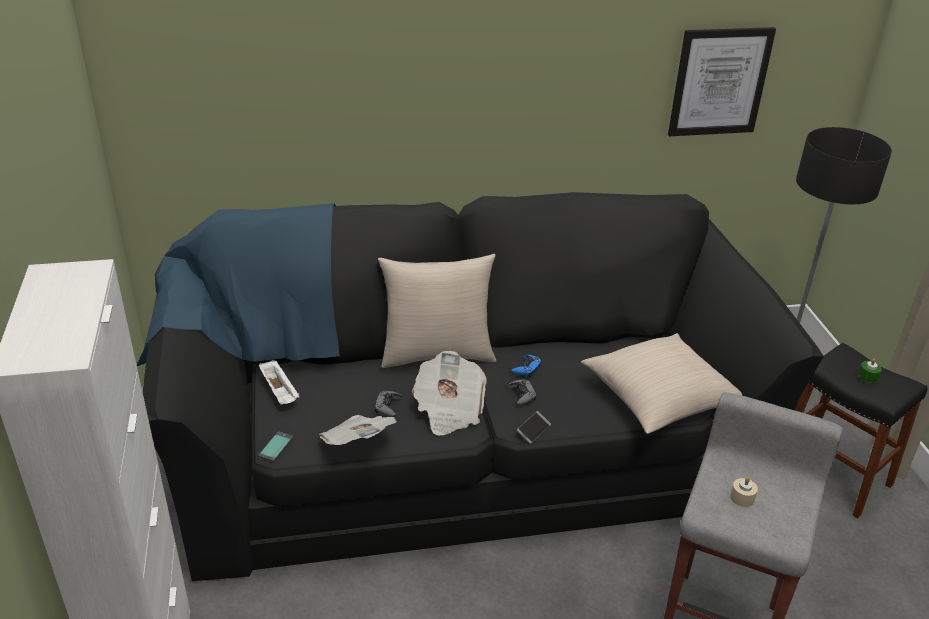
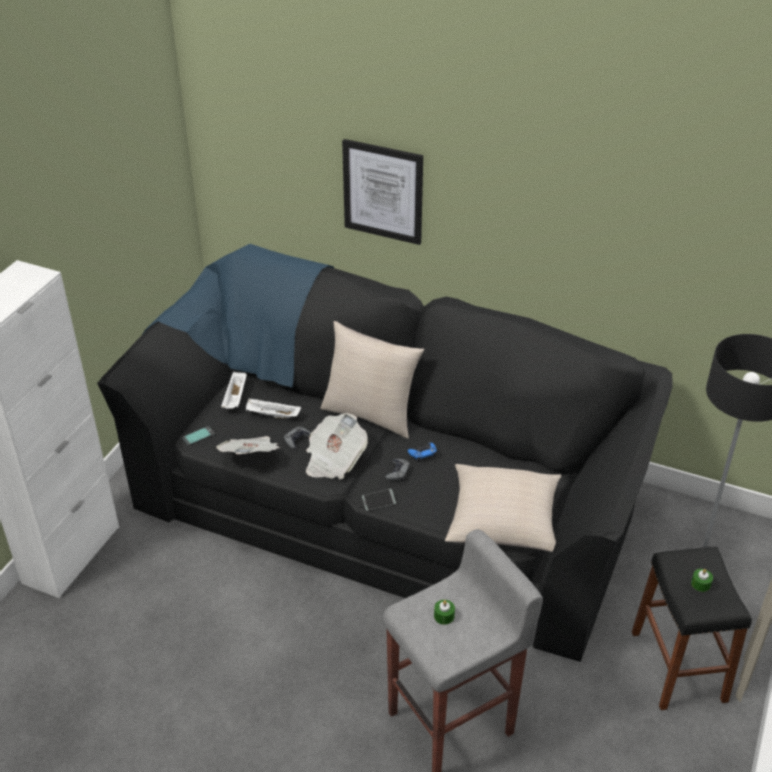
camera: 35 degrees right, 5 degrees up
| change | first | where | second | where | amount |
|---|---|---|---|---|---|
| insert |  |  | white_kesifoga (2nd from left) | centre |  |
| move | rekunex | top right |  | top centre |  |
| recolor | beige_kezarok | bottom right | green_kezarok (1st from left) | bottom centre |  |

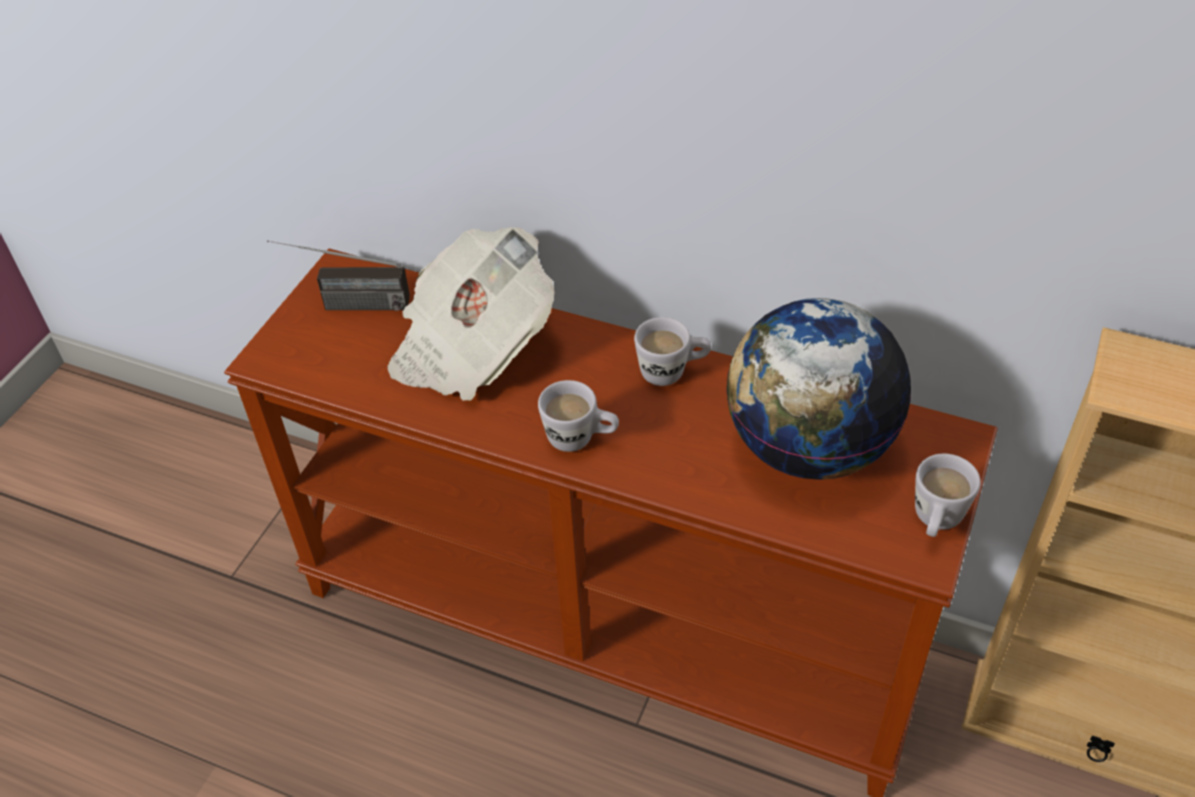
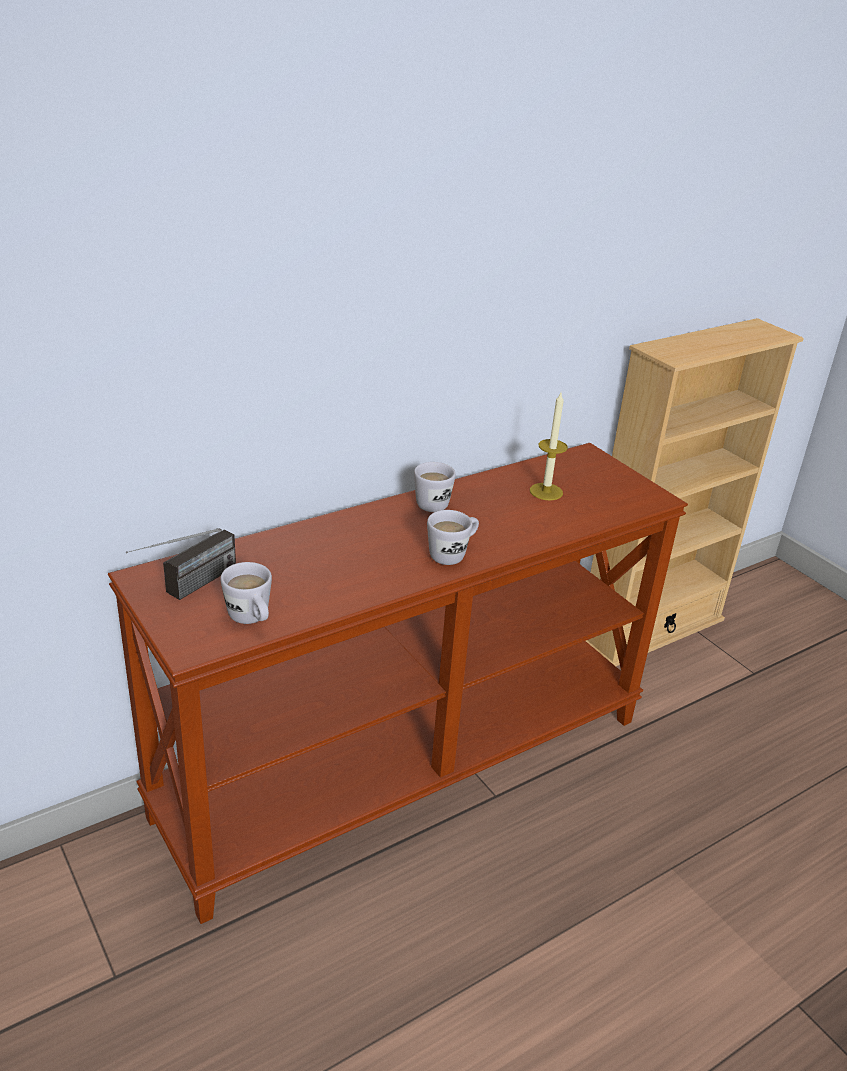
camera: 60 degrees left, 15 degrees down
| change | first | where | second | where | amount |
|---|---|---|---|---|---|
| delete | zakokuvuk | centre |  |  |  |
| move | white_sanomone (3rd from left in the first image) | middle right | white_sanomone (1st from left) | middle left |  |
| replace | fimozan | middle right | kezarok | centre |  |

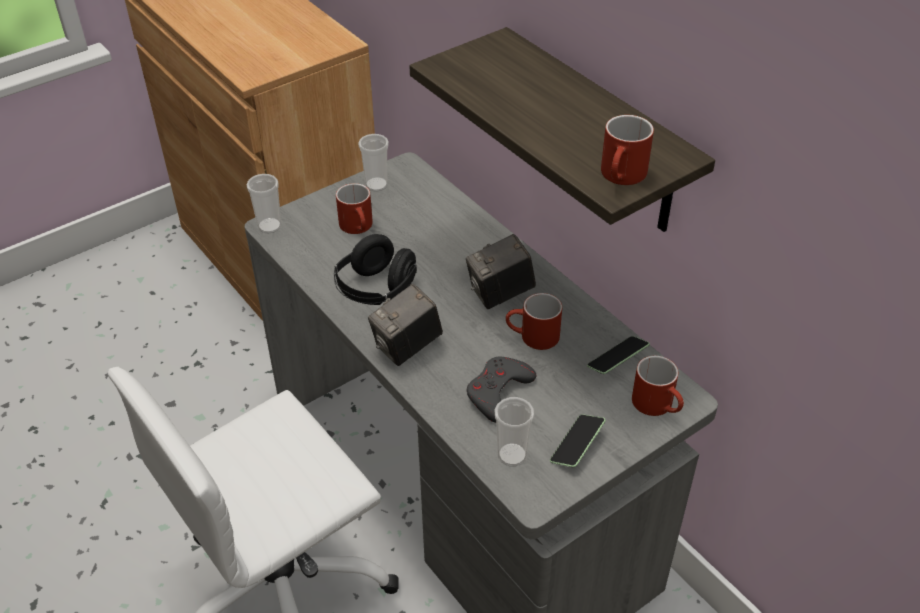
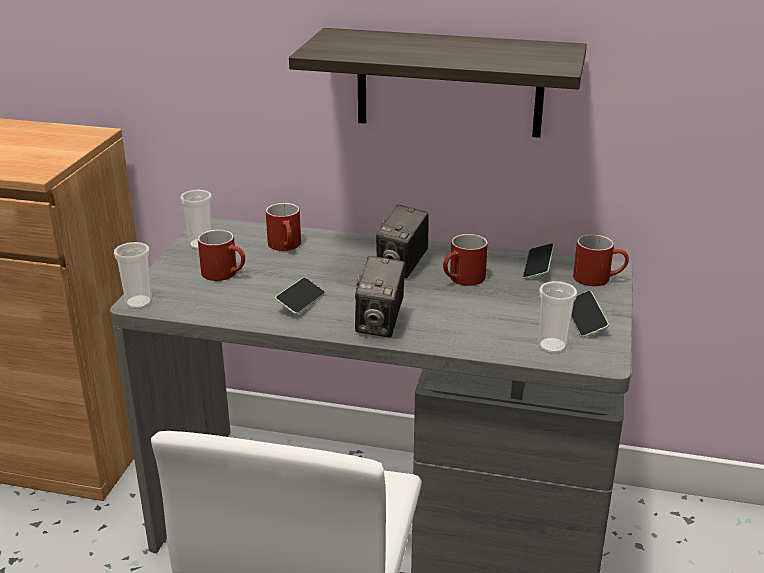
camera: 40 degrees left, 15 degrees down
| change | first | where | second | where | amount |
|---|---|---|---|---|---|
| delete | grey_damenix | centre |  |  |  |
| move | red_sanomone (3rd from left in the first image) | top right | red_sanomone (2nd from left) | centre |  |
| replace | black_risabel | centre | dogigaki (1st from left) | centre |  |

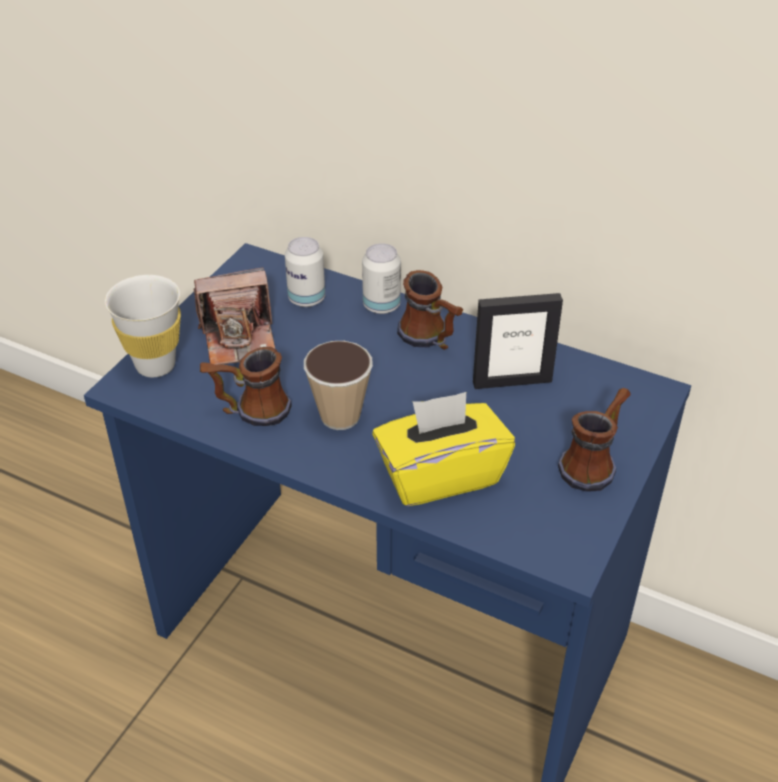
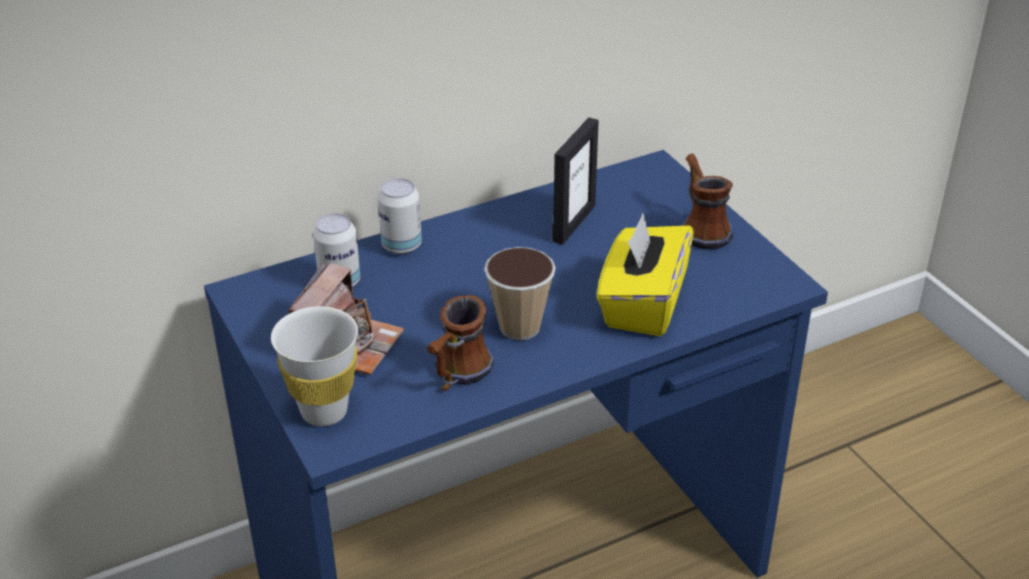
camera: 55 degrees left, 5 degrees down
| change | first | where | second | where | amount |
|---|---|---|---|---|---|
| delete | sanomone (2nd from left) | centre |  |  |  |

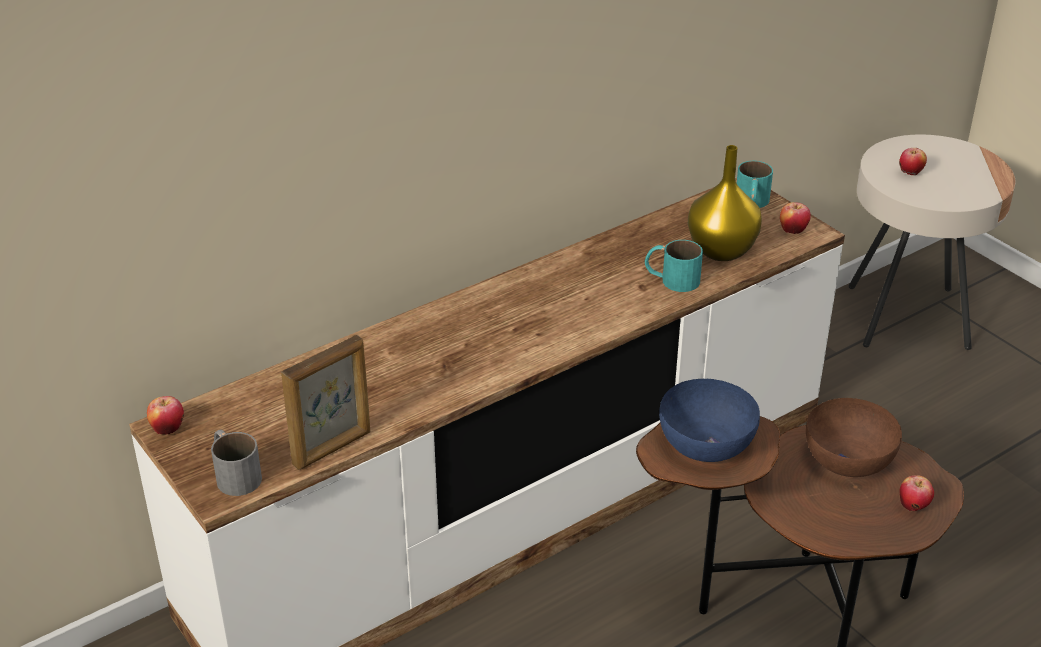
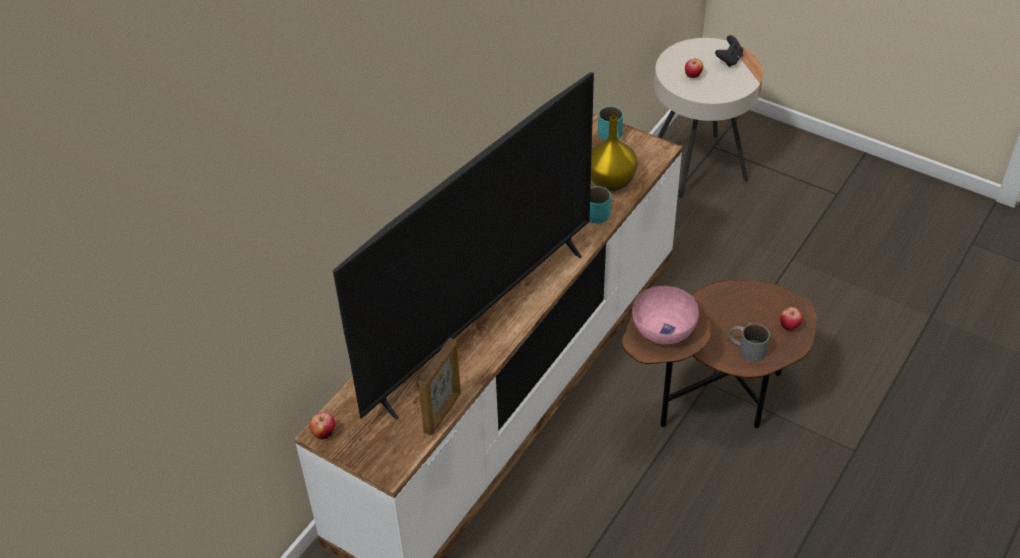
camera: 20 degrees left, 10 degrees up
| change | first | where | second | where | amount |
|---|---|---|---|---|---|
| delete | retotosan (2nd from left) | middle right |  |  |  |
| delete | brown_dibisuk | bottom right |  |  |  |
| insert |  |  | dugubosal | centre |  |
| insert |  |  | black_damenix | top right |  |
| move | grey_sanomone | bottom left |  | middle right |  |
| recolor | blue_dibisuk | middle right | pink_dibisuk | centre |  |

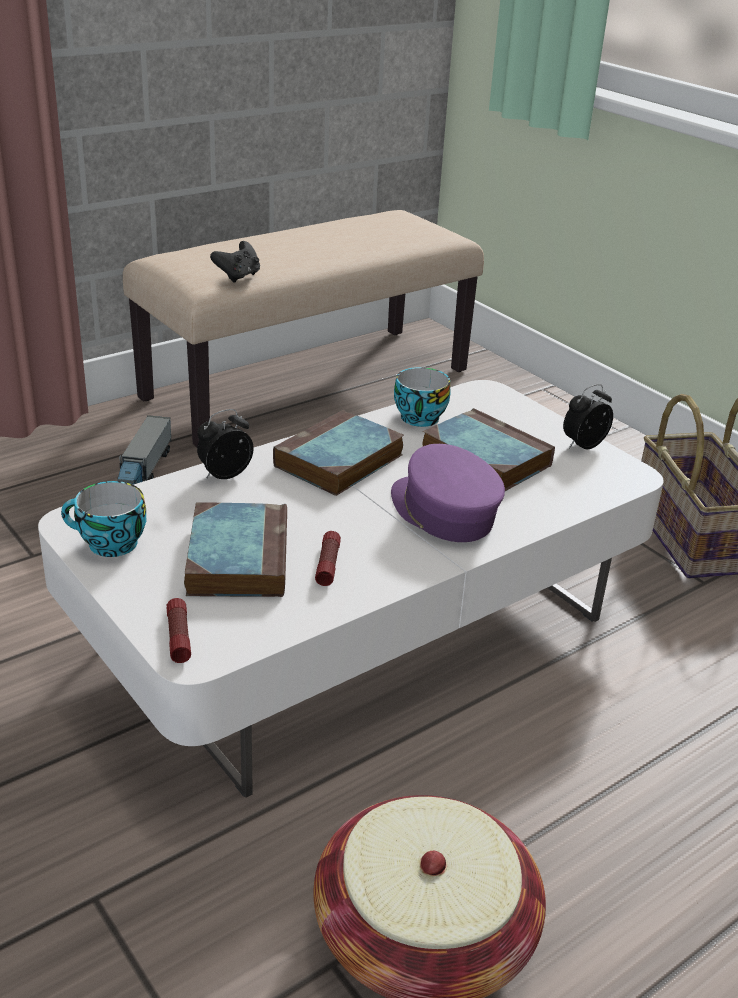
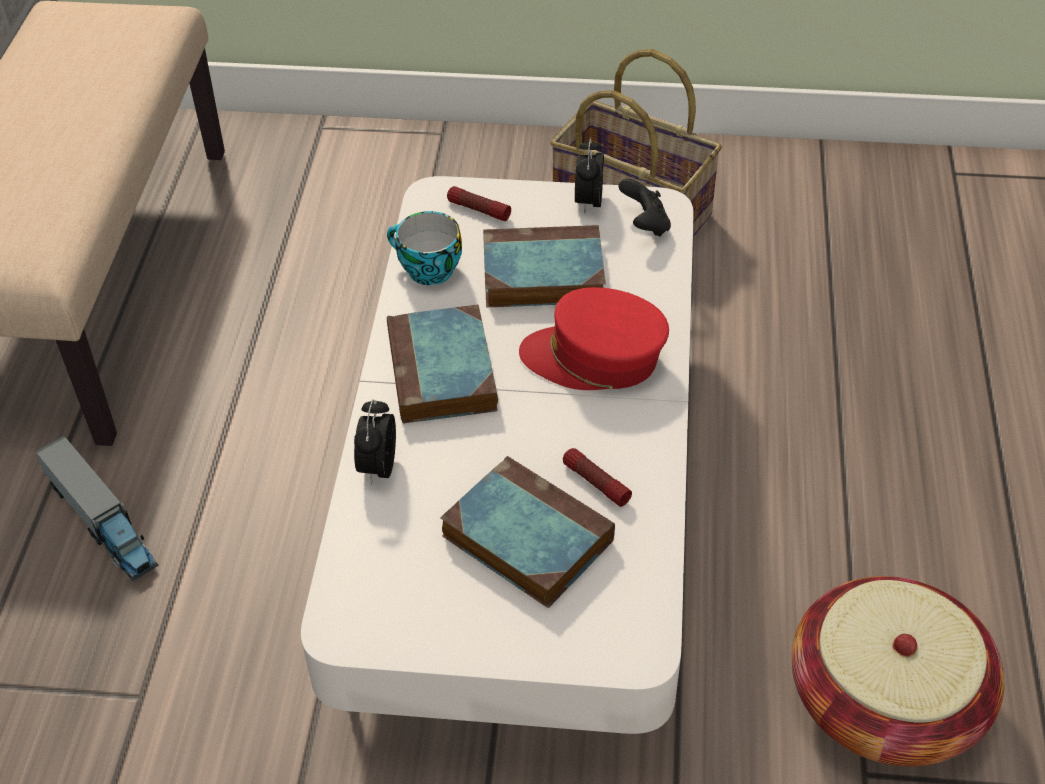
camera: 45 degrees left, 15 degrees up
| change | first | where | second | where | amount |
|---|---|---|---|---|---|
| delete | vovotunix (1st from left) | middle left |  |  |  |
| move | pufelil (1st from left) | middle left |  | top centre |  |
| move | black_damenix | top left |  | top centre |  |
| recolor | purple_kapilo | centre | red_kapilo | centre |  |

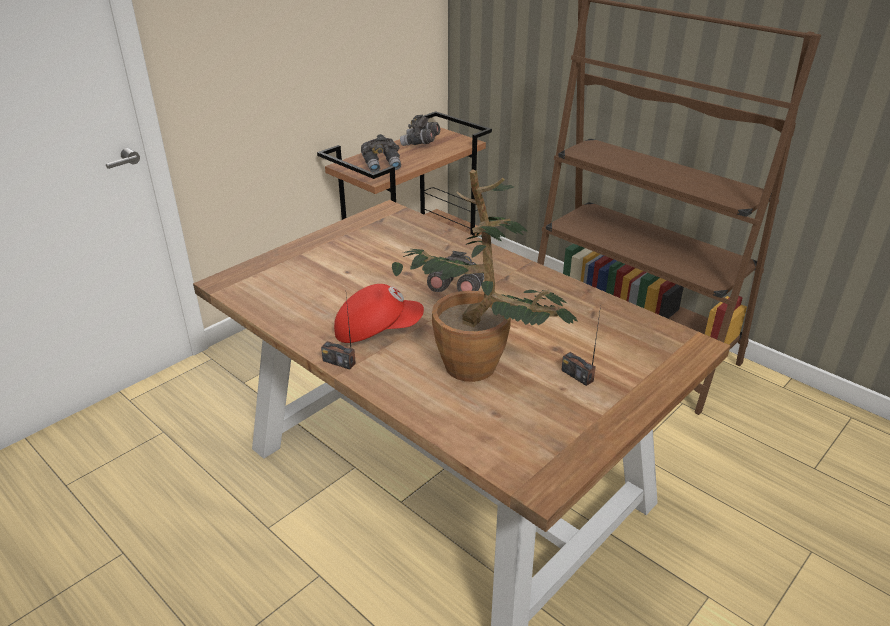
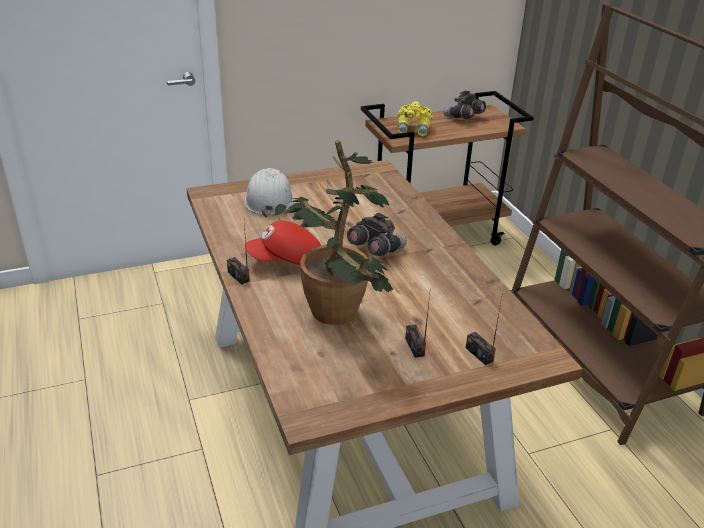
camera: 25 degrees right, 0 degrees up
| change | first | where | second | where | amount |
|---|---|---|---|---|---|
| insert |  |  | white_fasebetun | centre |  |
| insert |  |  | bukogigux (3rd from left) | middle right |  |
| recolor | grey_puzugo (1st from left) | top centre | yellow_puzugo | top centre |  |
| rotate | red_kapilo | centre |  | centre | 150 degrees clockwise |

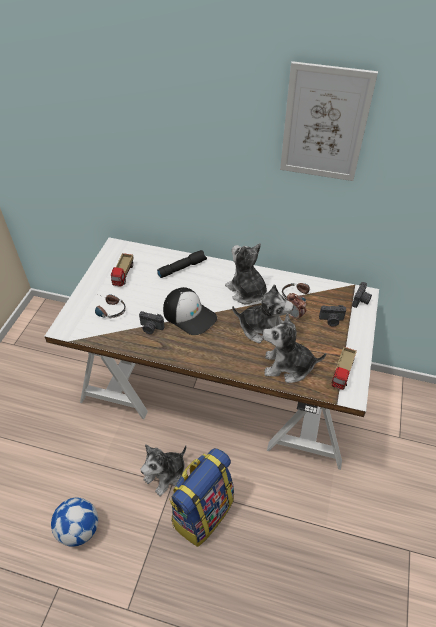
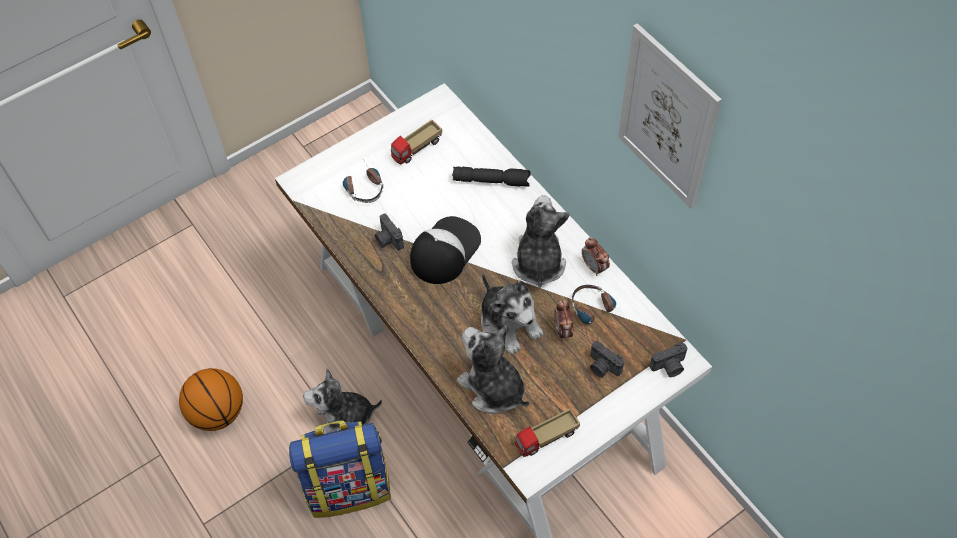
camera: 40 degrees right, 10 degrees up
| change | first | where | second | where | amount |
|---|---|---|---|---|---|
| insert |  |  | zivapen (2nd from left) | centre |  |
| replace | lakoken | bottom left | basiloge | bottom left |  |
| rotate | kapilo | centre |  | centre | 135 degrees counterclockwise |

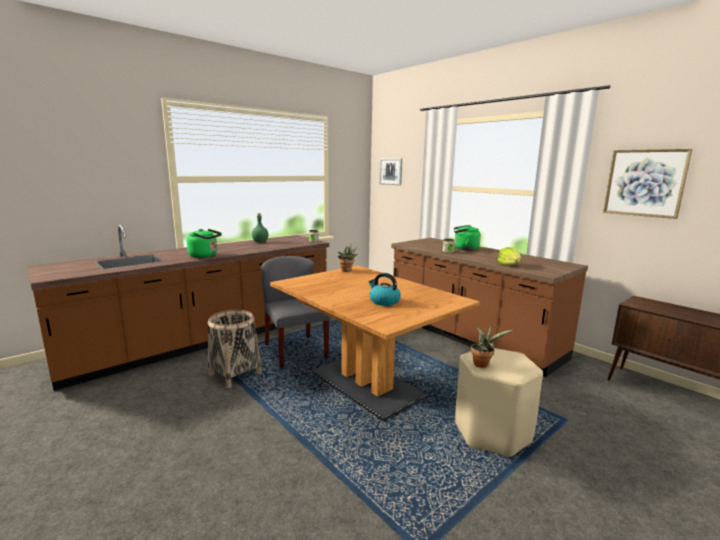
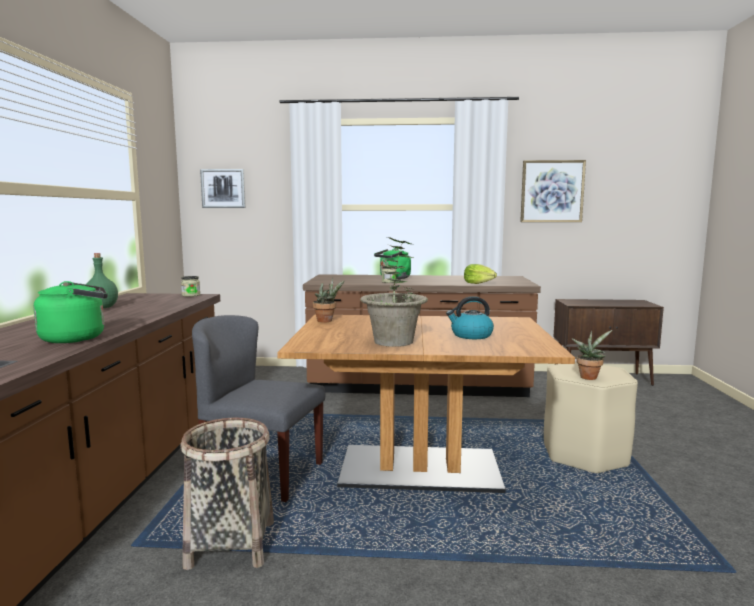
camera: 45 degrees left, 5 degrees down
| change | first | where | second | where | amount |
|---|---|---|---|---|---|
| insert |  |  | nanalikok (2nd from left) | centre |  |

